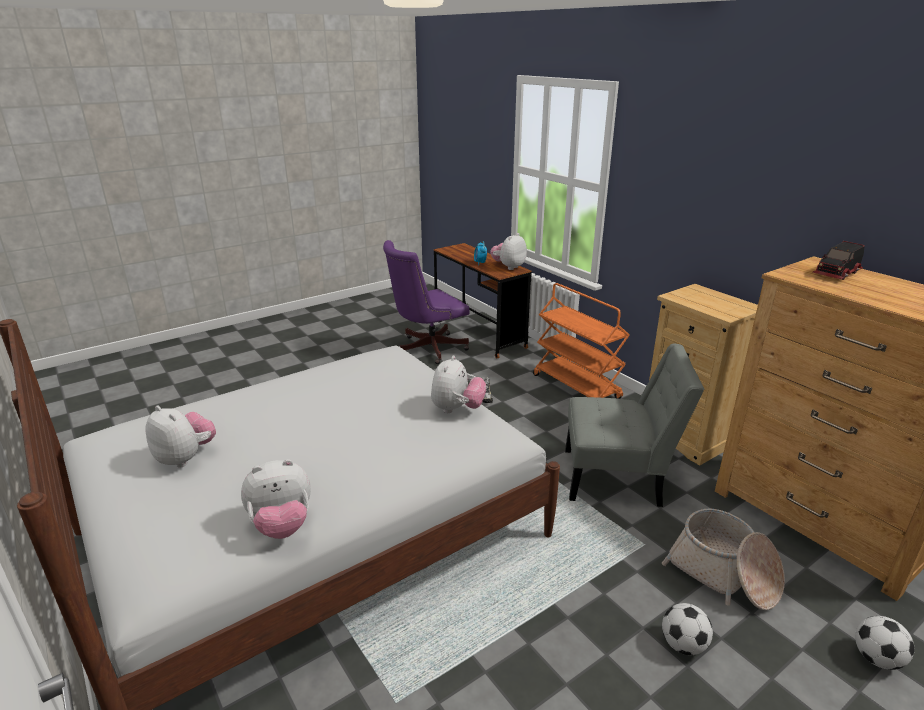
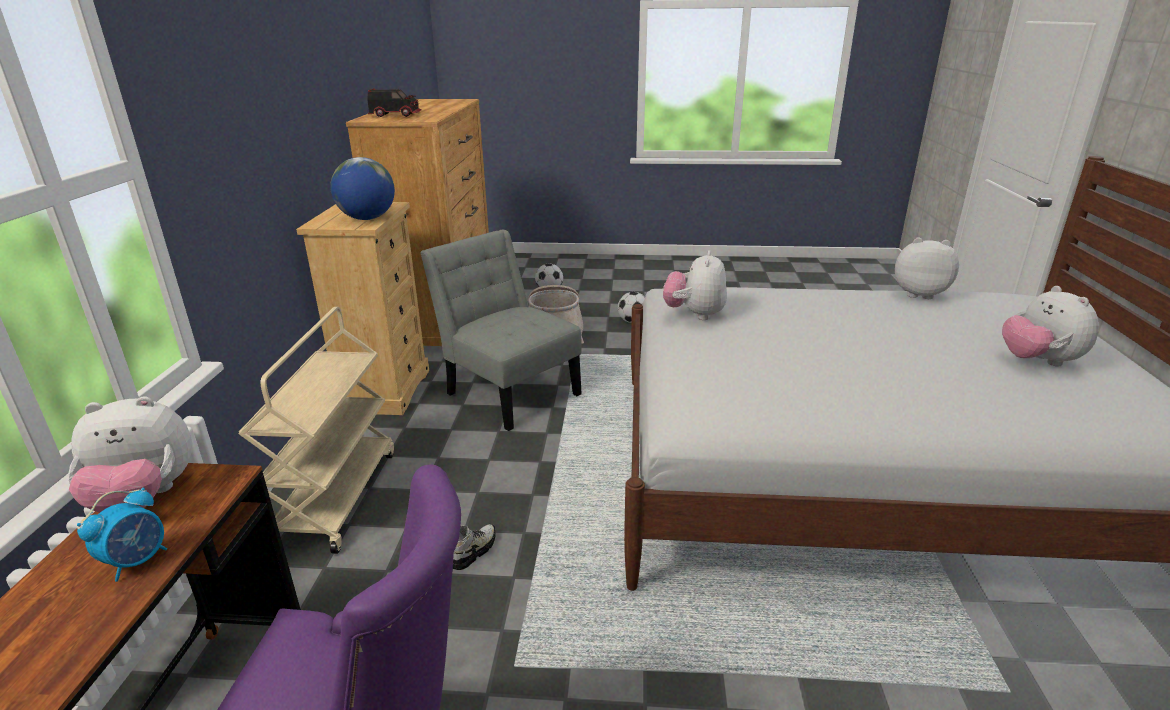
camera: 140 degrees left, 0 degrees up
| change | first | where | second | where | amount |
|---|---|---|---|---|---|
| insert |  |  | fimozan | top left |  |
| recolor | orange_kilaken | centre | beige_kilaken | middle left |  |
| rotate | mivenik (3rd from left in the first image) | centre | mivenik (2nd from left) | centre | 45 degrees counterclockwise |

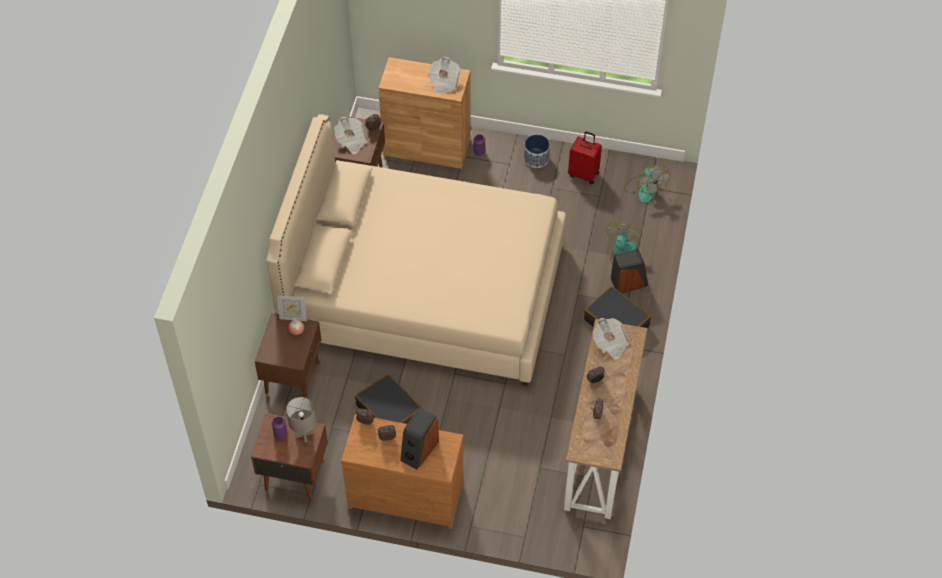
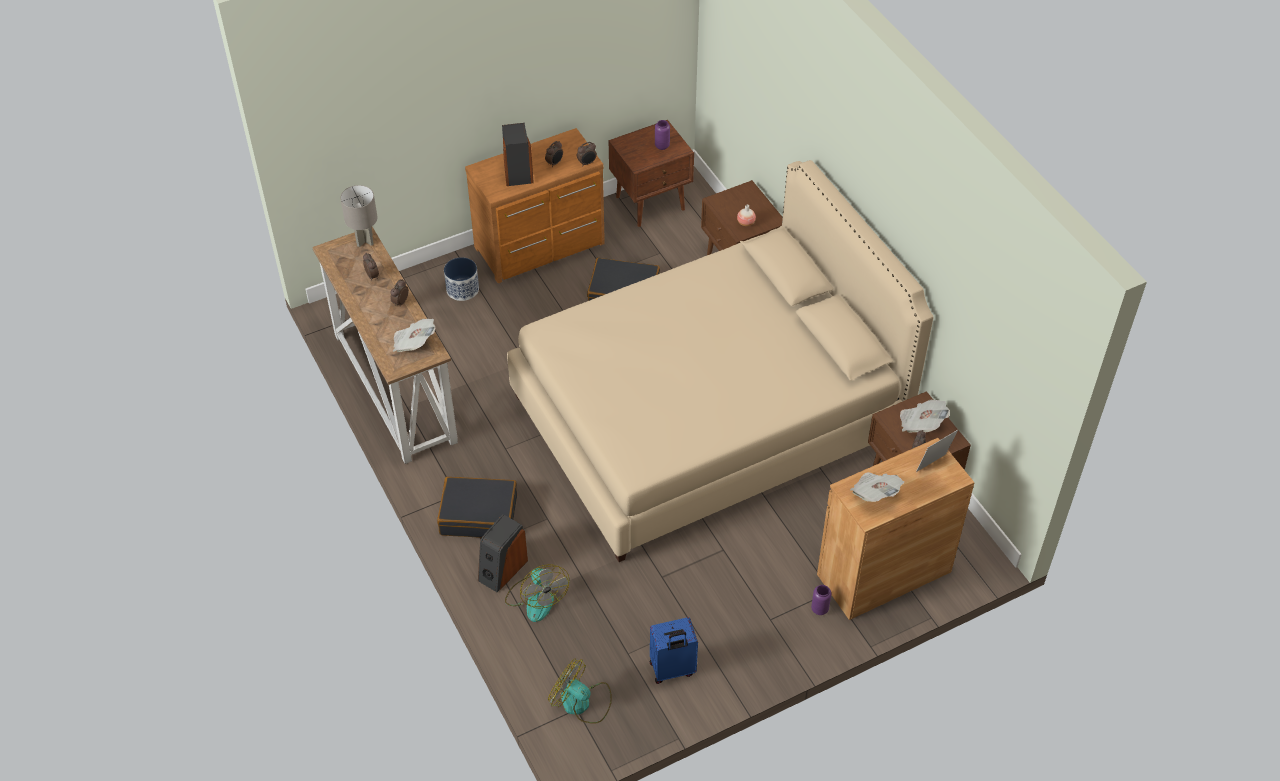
camera: 140 degrees right, 5 degrees down
| change | first | where | second | where | amount |
|---|---|---|---|---|---|
| move | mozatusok | middle left |  | middle right |  |
| move | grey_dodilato | bottom left |  | top left |  |
| move | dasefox | top centre |  | centre |  |
| recolor | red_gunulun | top centre | blue_gunulun | bottom centre |  |

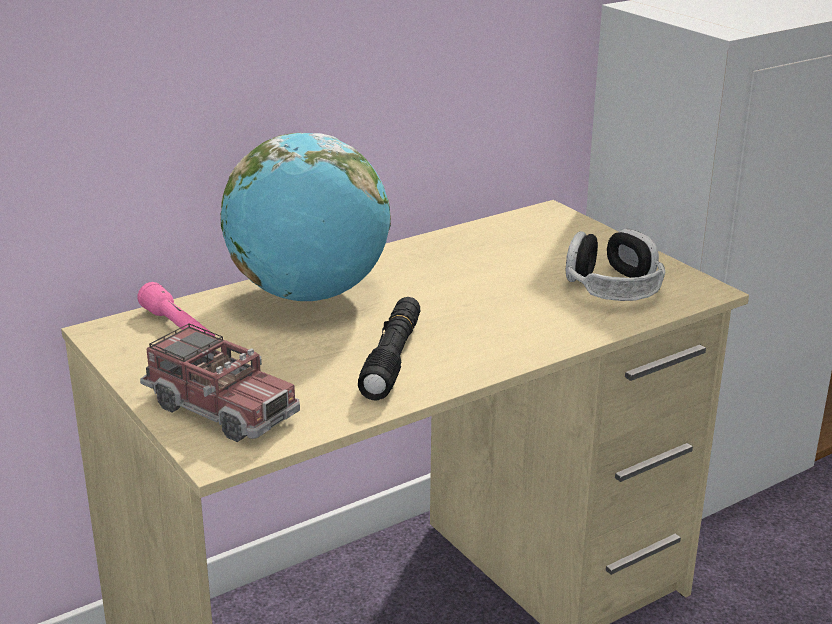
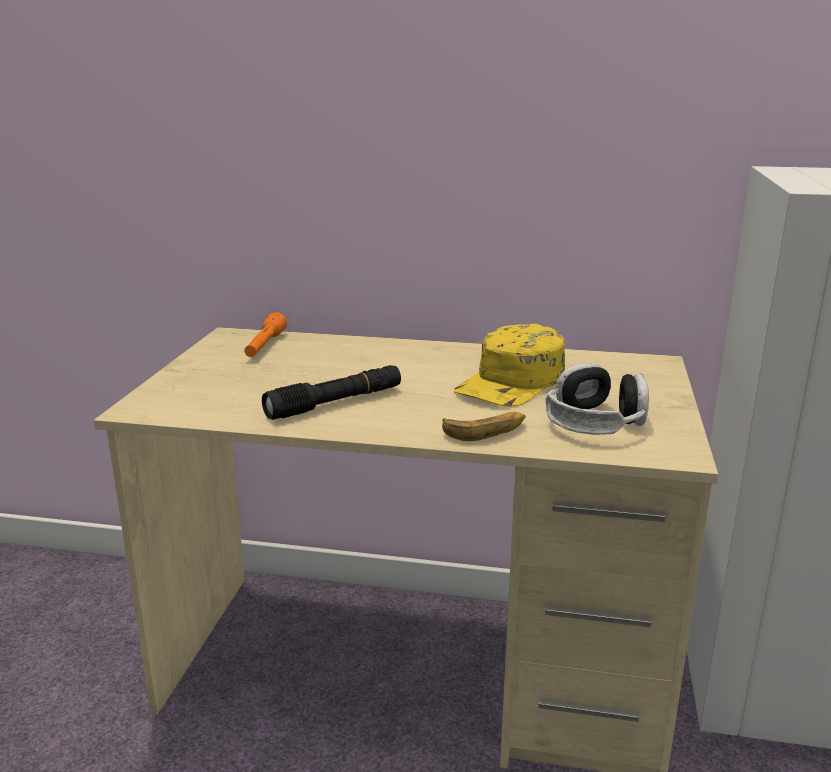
camera: 45 degrees right, 5 degrees down
| change | first | where | second | where | amount |
|---|---|---|---|---|---|
| delete | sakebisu | middle left |  |  |  |
| delete | fimozan | centre |  |  |  |
| insert |  |  | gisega | centre |  |
| insert |  |  | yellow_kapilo | centre |  |
| recolor | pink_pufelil | middle left | orange_pufelil | middle left |  |

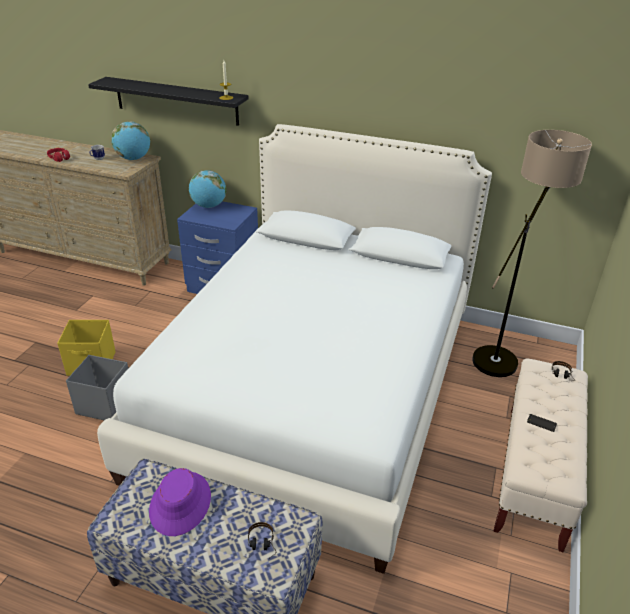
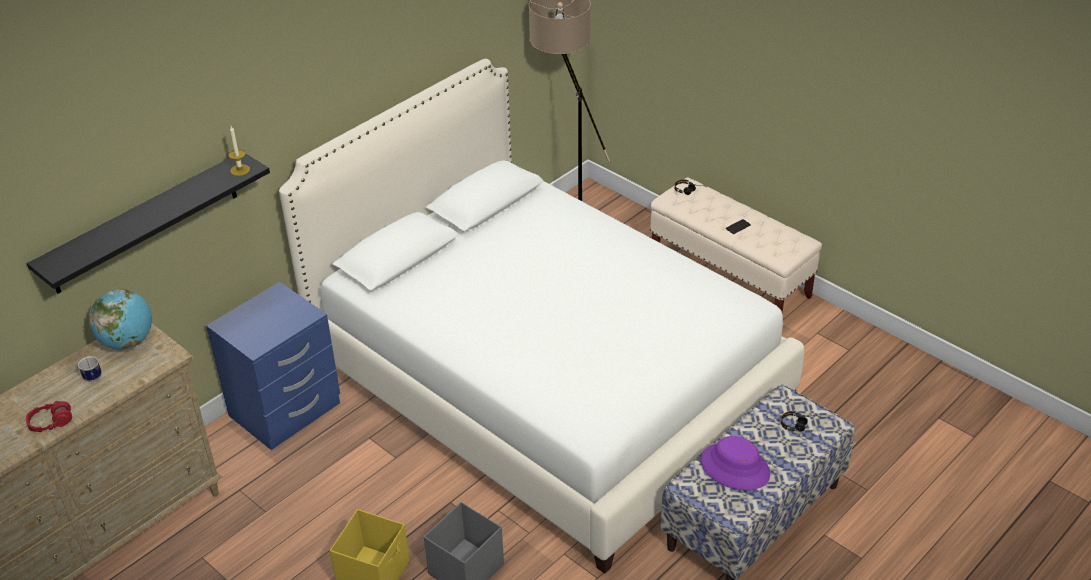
camera: 65 degrees left, 5 degrees up
| change | first | where | second | where | amount |
|---|---|---|---|---|---|
| delete | fimozan (2nd from left) | top left |  |  |  |

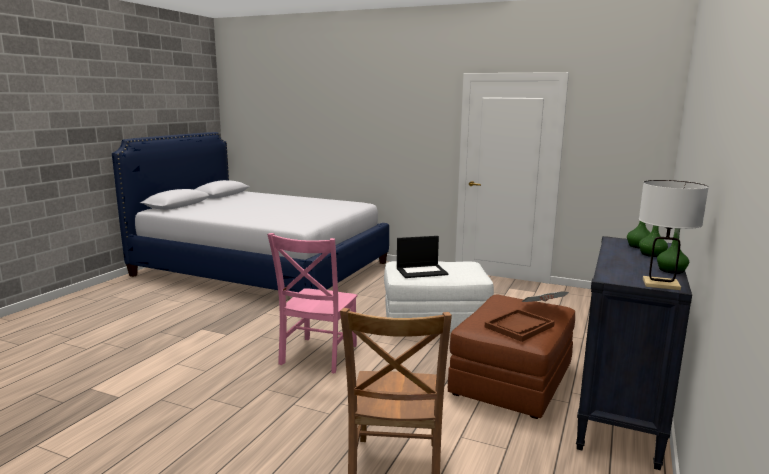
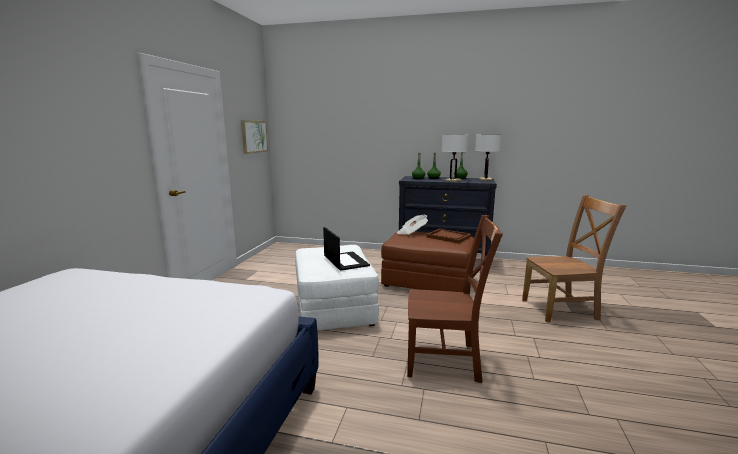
camera: 100 degrees left, 0 degrees up
| change | first | where | second | where | amount |
|---|---|---|---|---|---|
| insert |  |  | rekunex | top centre |  |
| insert |  |  | white_dodilato (1st from left) | centre |  |
| recolor | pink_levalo | centre | brown_levalo (1st from left) | centre |  |

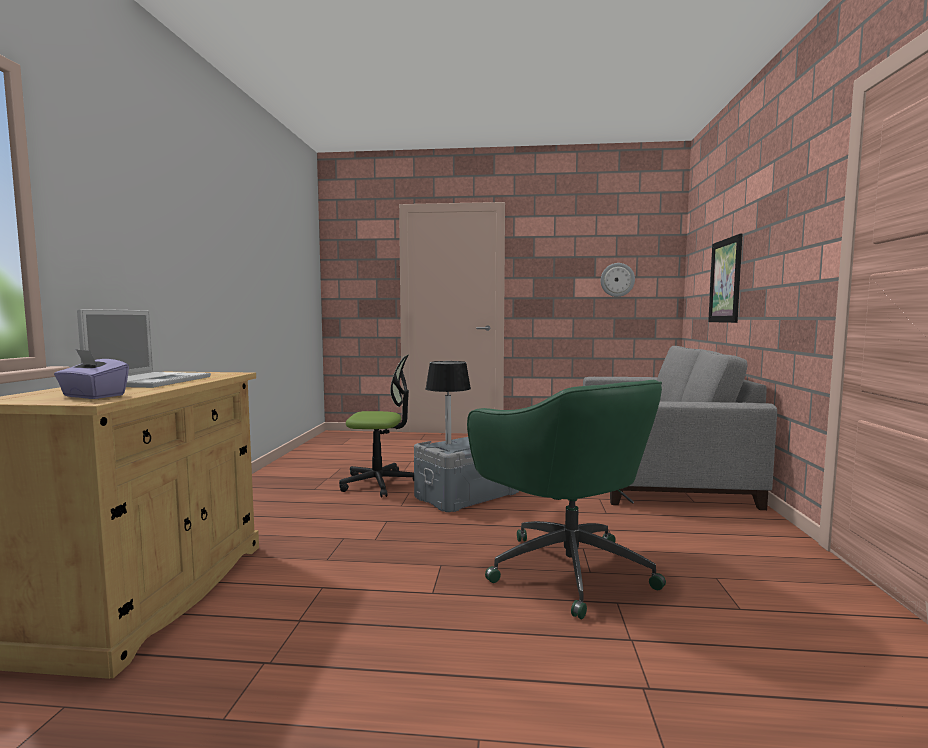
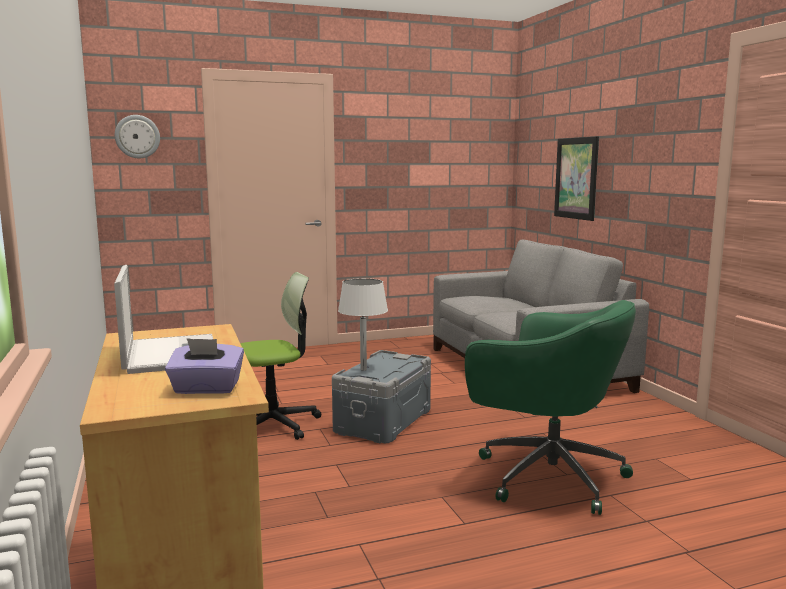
camera: 25 degrees left, 5 degrees up
| change | first | where | second | where | amount |
|---|---|---|---|---|---|
| move | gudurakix | centre |  | top left |  |
| recolor | black_dodilato | centre | white_dodilato | centre |  |

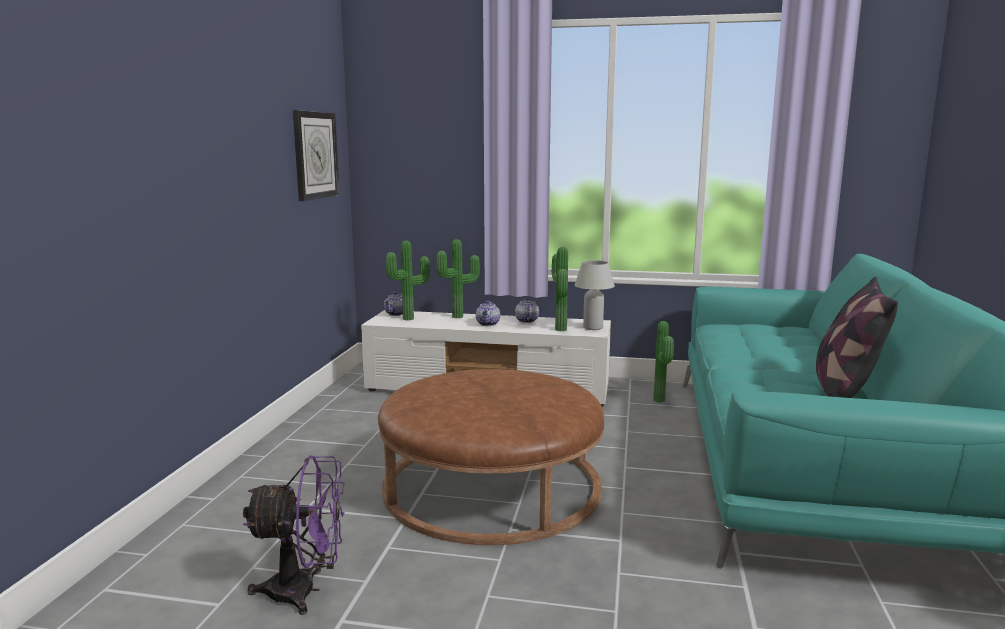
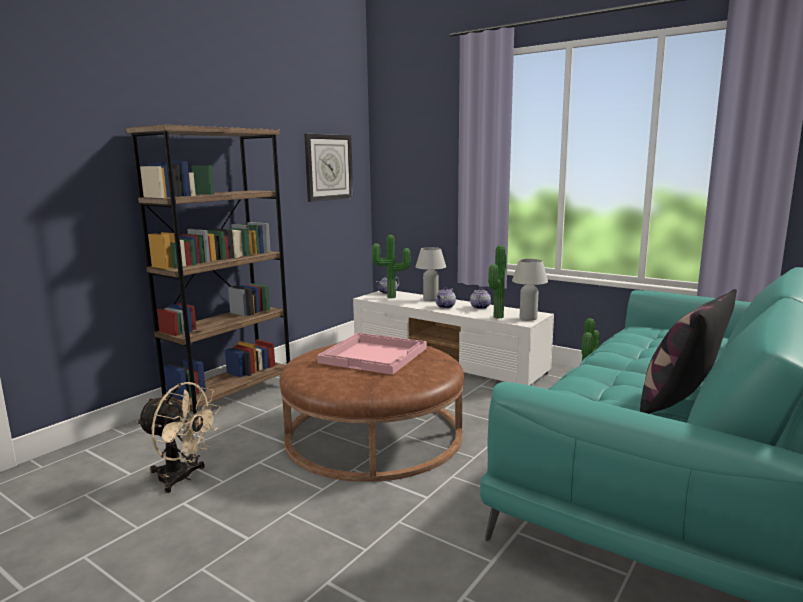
camera: 25 degrees right, 0 degrees up
| change | first | where | second | where | amount |
|---|---|---|---|---|---|
| insert |  |  | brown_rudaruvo | middle left |  |
| insert |  |  | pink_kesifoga | centre |  |
| replace | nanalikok (2nd from left) | centre | white_dodilato (1st from left) | centre |  |
| recolor | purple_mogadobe | bottom left | beige_mogadobe | bottom left |  |

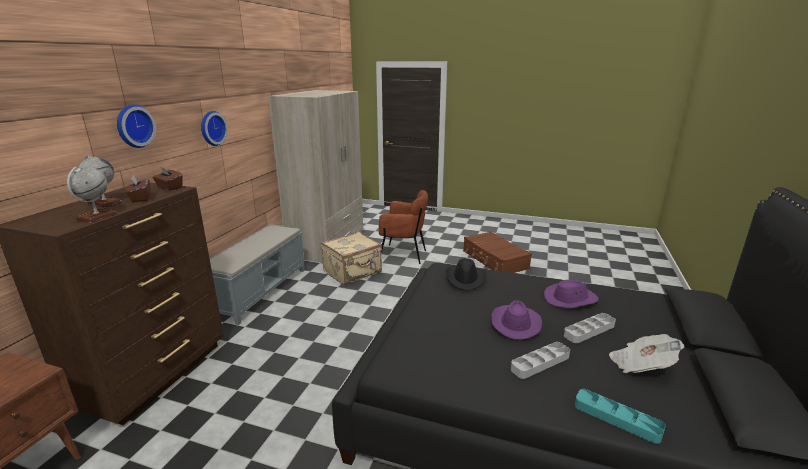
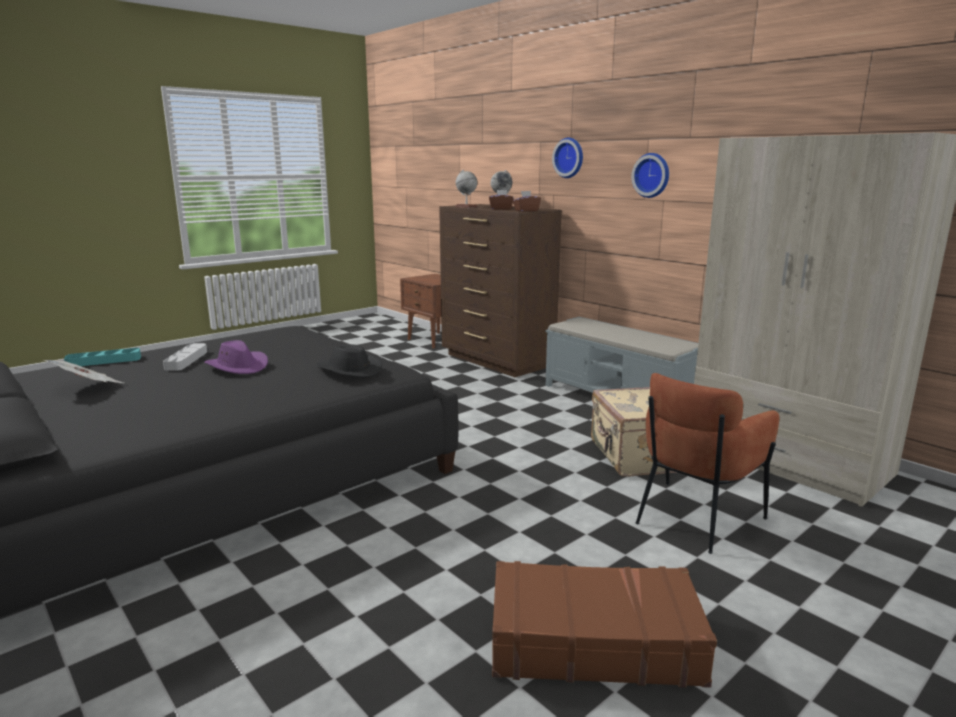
camera: 120 degrees right, 5 degrees down
| change | first | where | second | where | amount |
|---|---|---|---|---|---|
| delete | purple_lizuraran (2nd from left) | middle right |  |  |  |
| delete | grey_kesifoga (2nd from left) | bottom right |  |  |  |

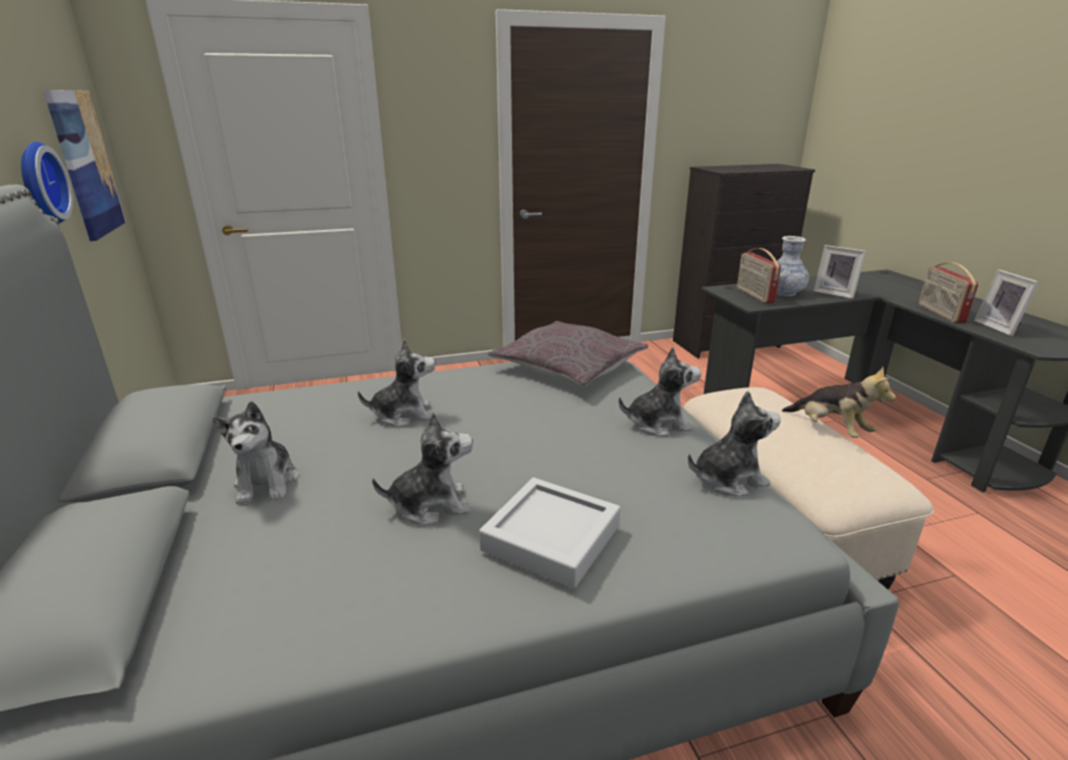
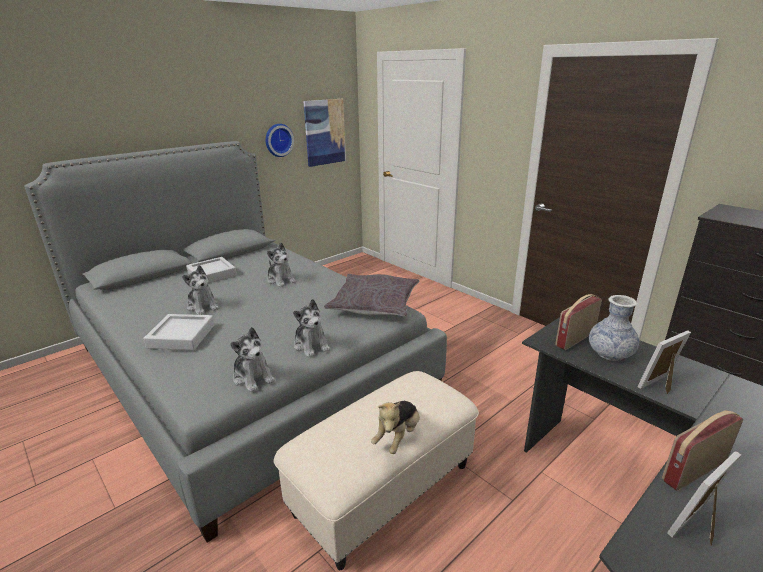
camera: 65 degrees right, 0 degrees up
| change | first | where | second | where | amount |
|---|---|---|---|---|---|
| replace | mivenik (1st from left) | middle left | grey_kesifoga (2nd from left) | middle left |  |
| rotate | mozatusok (1st from left) | middle right |  | middle right | 45 degrees clockwise |

